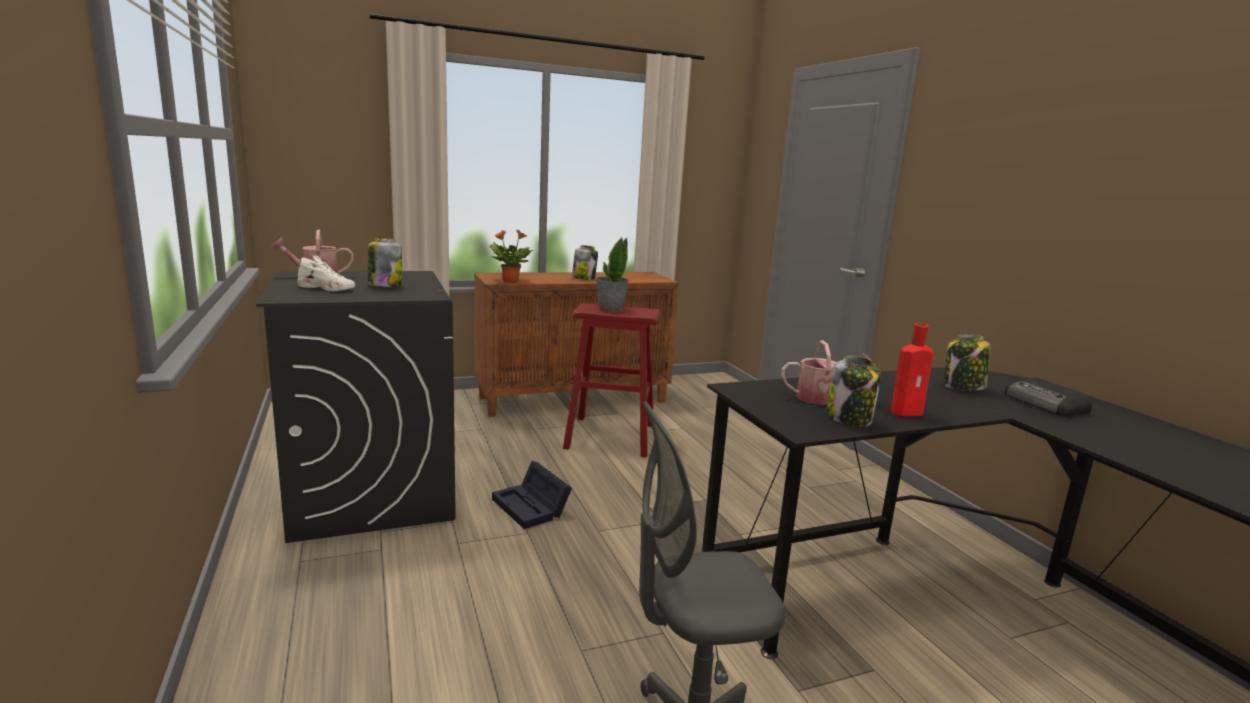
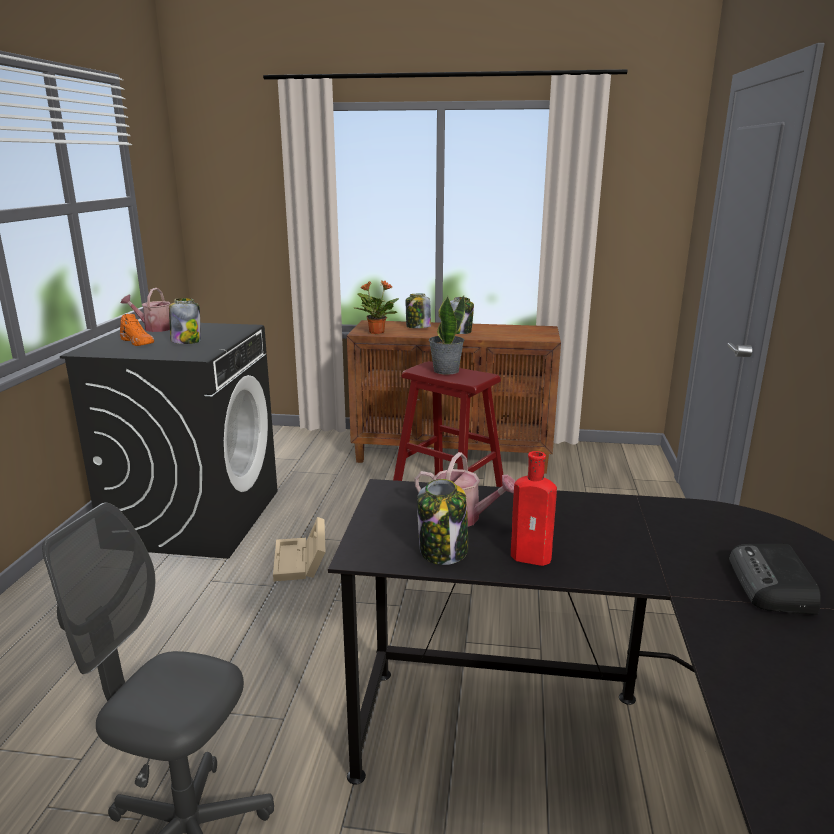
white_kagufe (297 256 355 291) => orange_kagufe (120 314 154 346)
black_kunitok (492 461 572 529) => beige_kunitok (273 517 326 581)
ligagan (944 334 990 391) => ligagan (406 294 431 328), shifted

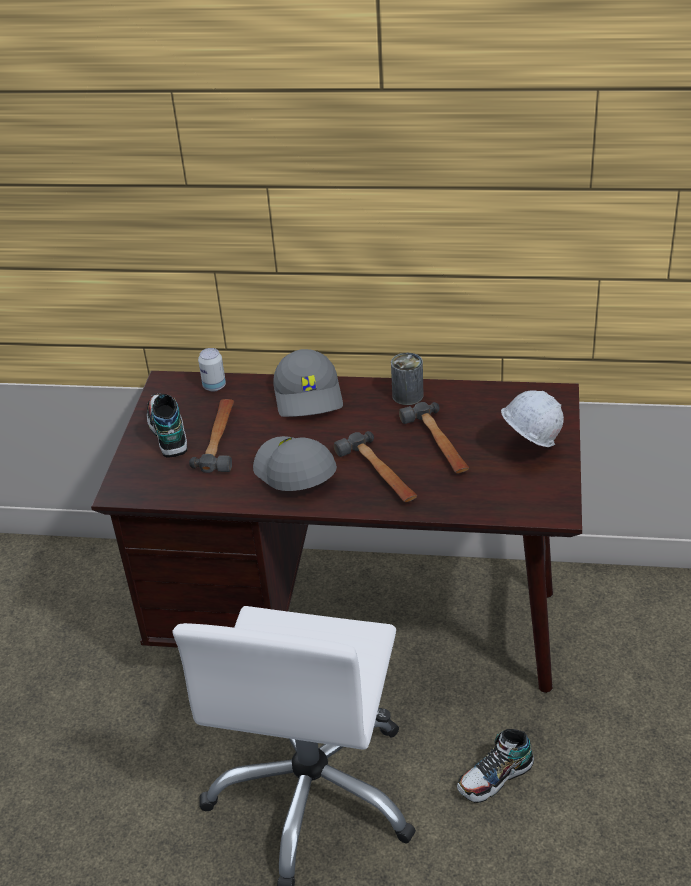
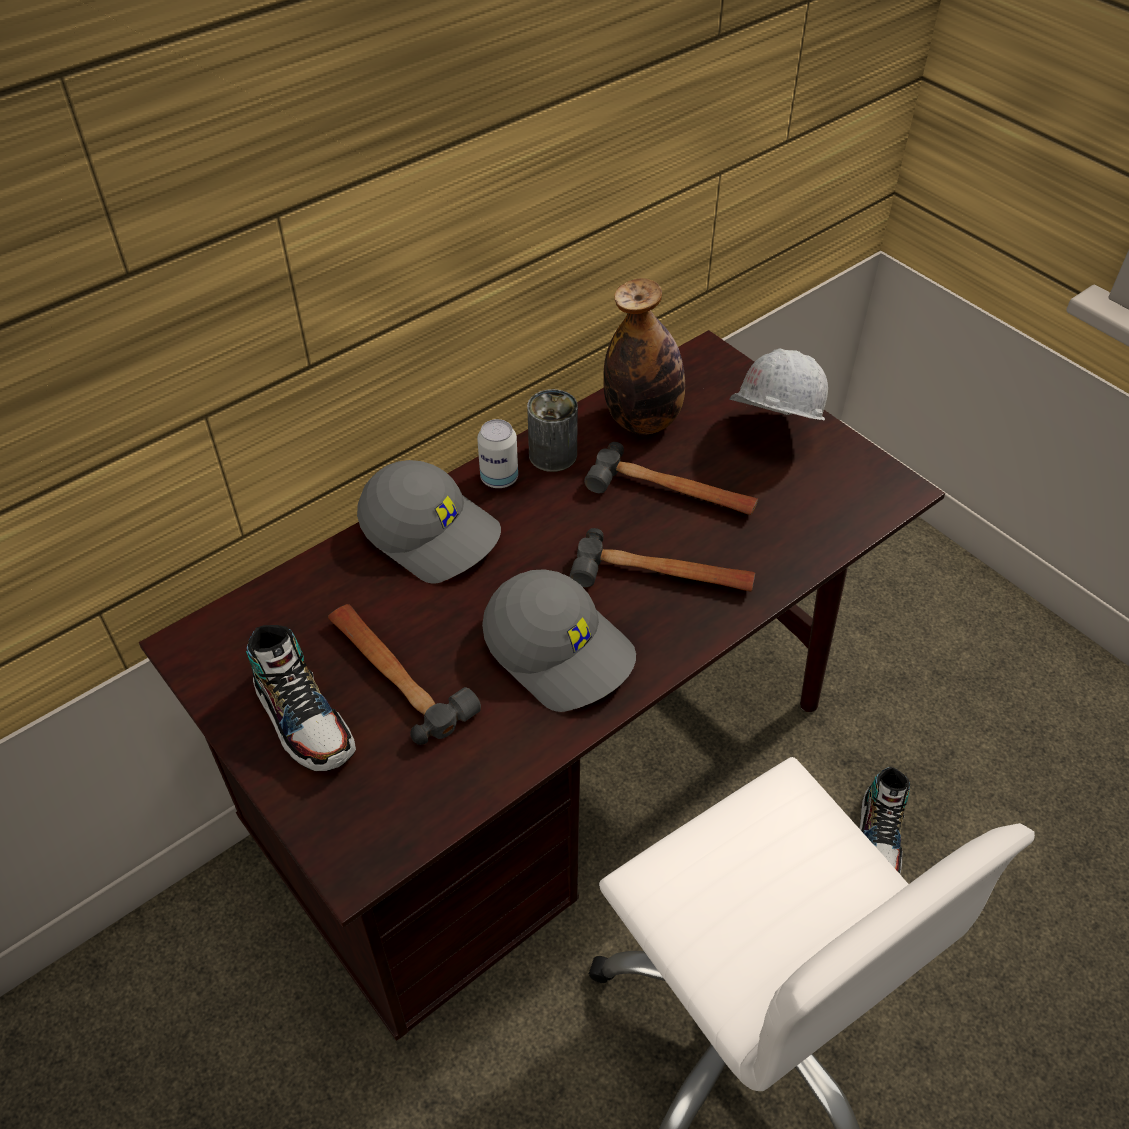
kagufe (147 393 187 457) => kagufe (246 625 356 771), 150 degrees counterclockwise
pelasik (198 348 226 392) => pelasik (477 419 518 488), shifted
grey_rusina (253 436 337 491) => grey_rusina (482 569 636 712), 150 degrees counterclockwise
nothing => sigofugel (603 278 685 434)

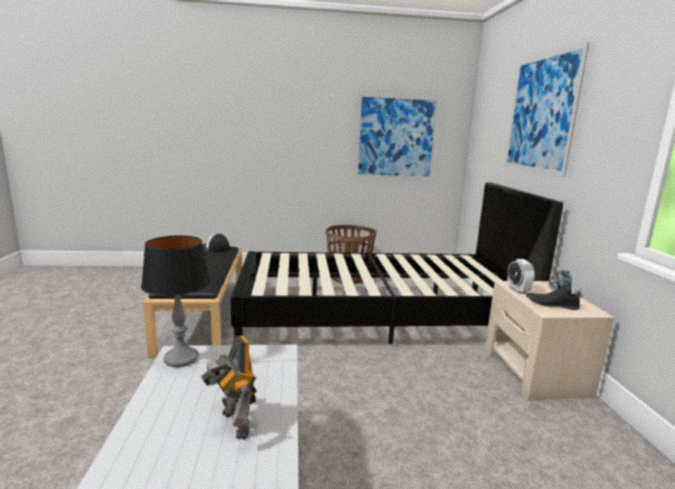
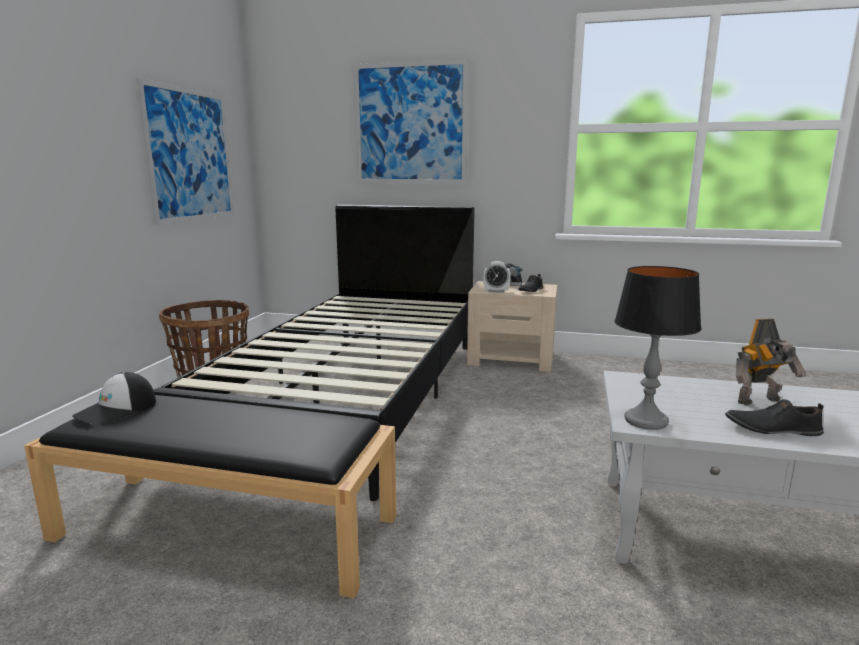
nothing => black_kagufe (725 399 824 436)

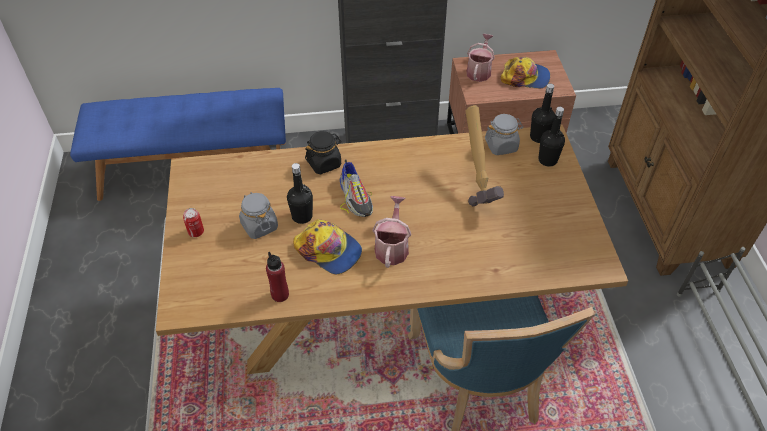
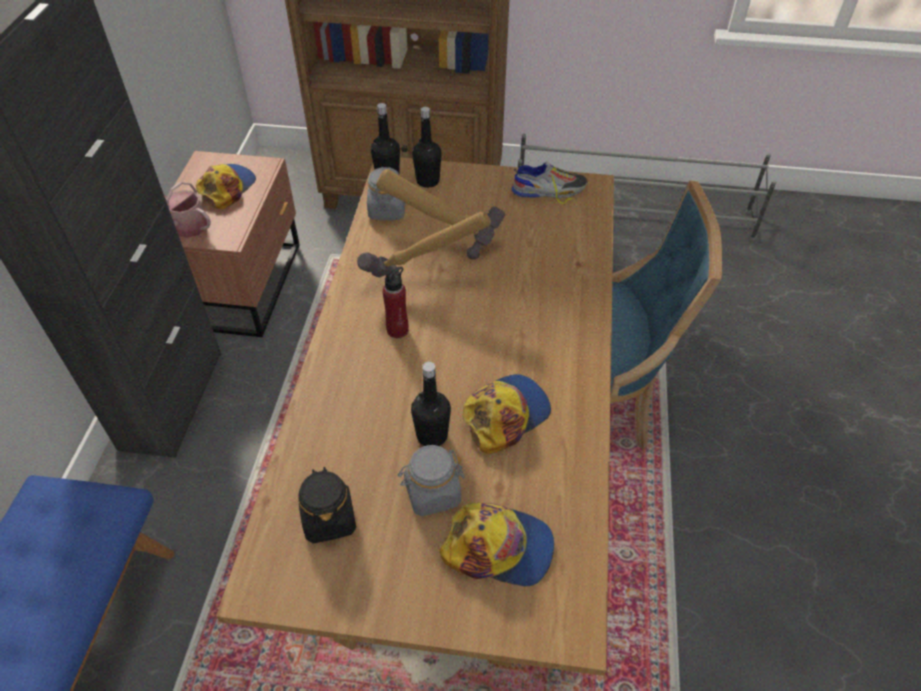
pelasik (183 208 204 237) => nothing
red_sigofugel (266 252 289 302) => red_sigofugel (382 266 409 338), shifted
black_ligagan (305 131 342 174) => black_ligagan (298 467 356 543), shifted
kagufe (339 160 373 217) => kagufe (512 162 587 204), shifted
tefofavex (372 196 411 268) => nothing
nothing => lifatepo (357 212 491 277)
nothing => rusina (440 503 554 586)

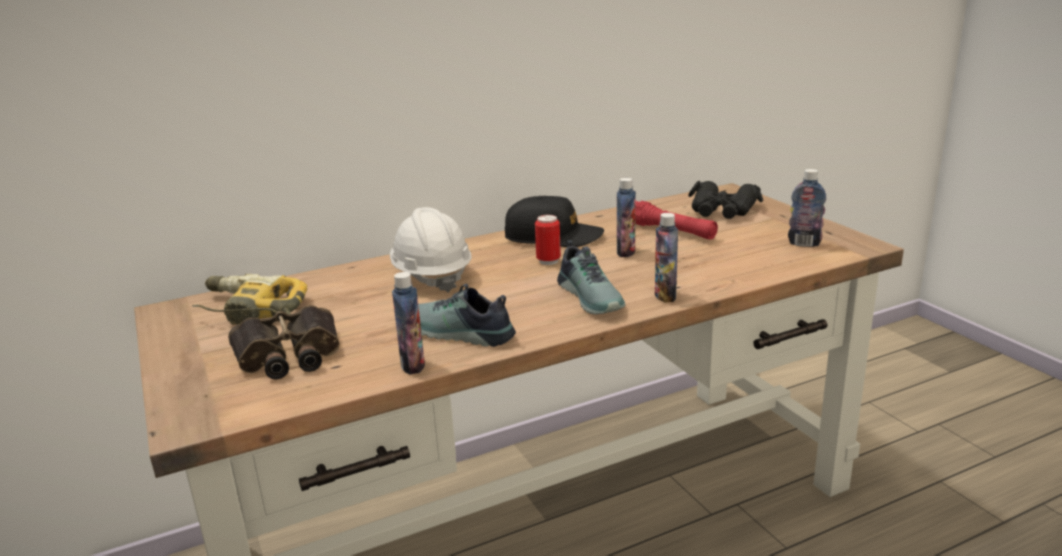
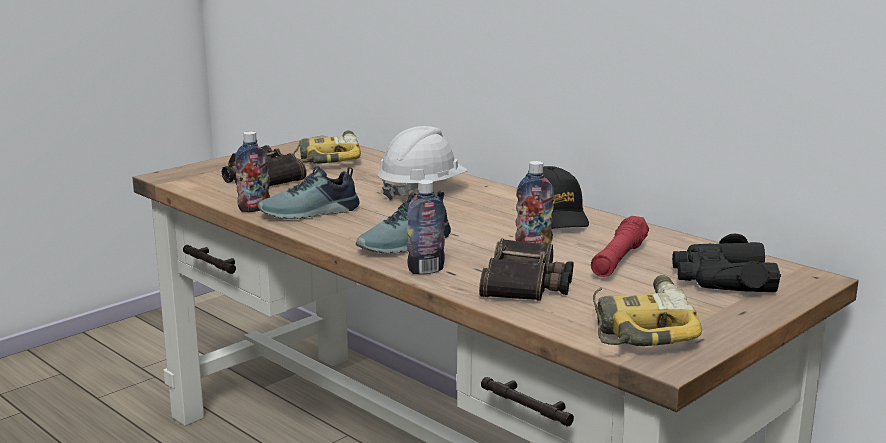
kagufe (418 284 516 347) => kagufe (258 166 360 219), 120 degrees counterclockwise
pelasik (535 215 561 265) => nothing
sigofugel (788 169 826 247) => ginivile (593 275 702 346)
nothing => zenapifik (479 238 574 301)

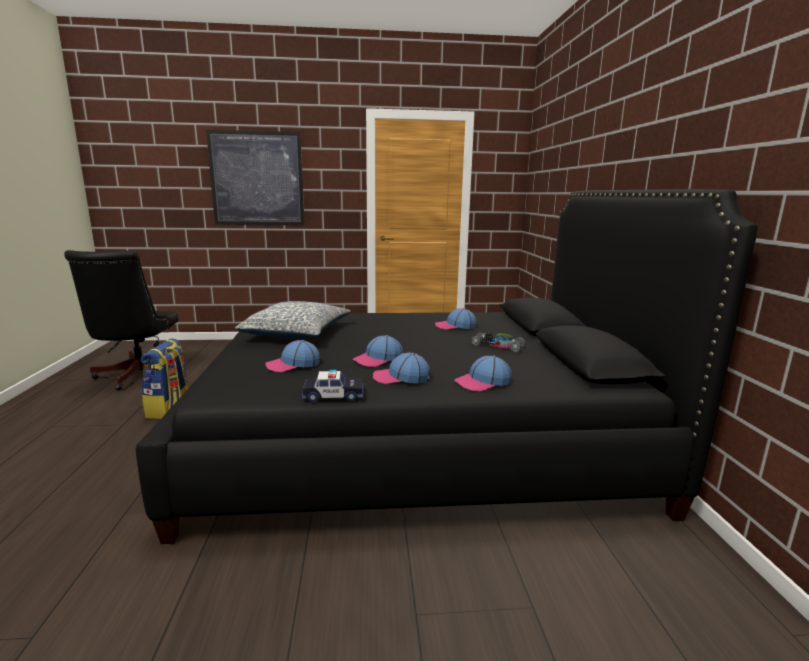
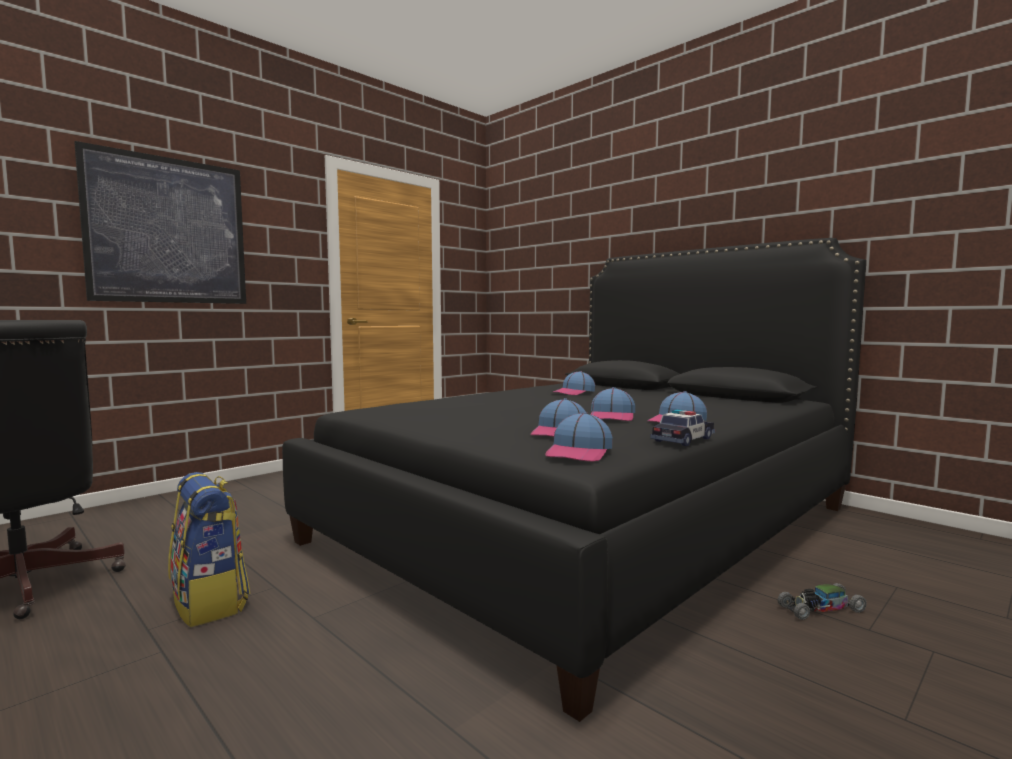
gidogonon (235 301 350 338) => nothing
rusina (454 355 512 392) => rusina (545 412 613 462), shifted
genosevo (471 332 525 353) => genosevo (778 583 867 620), shifted

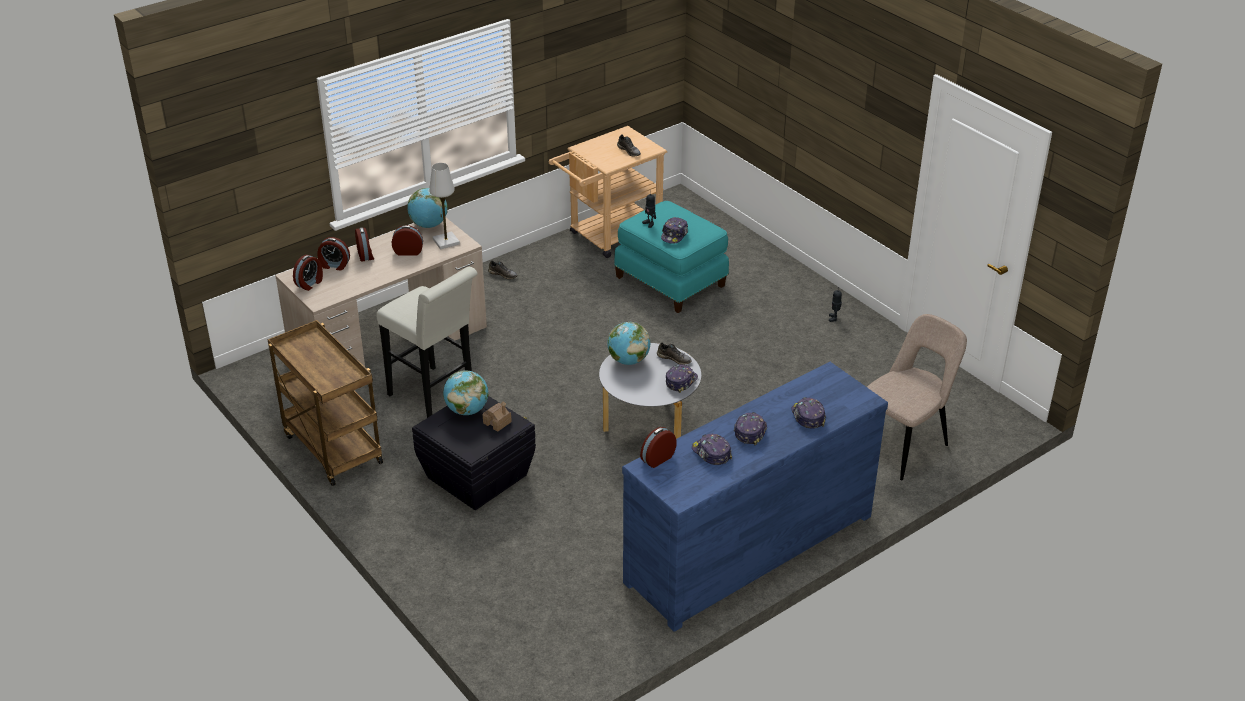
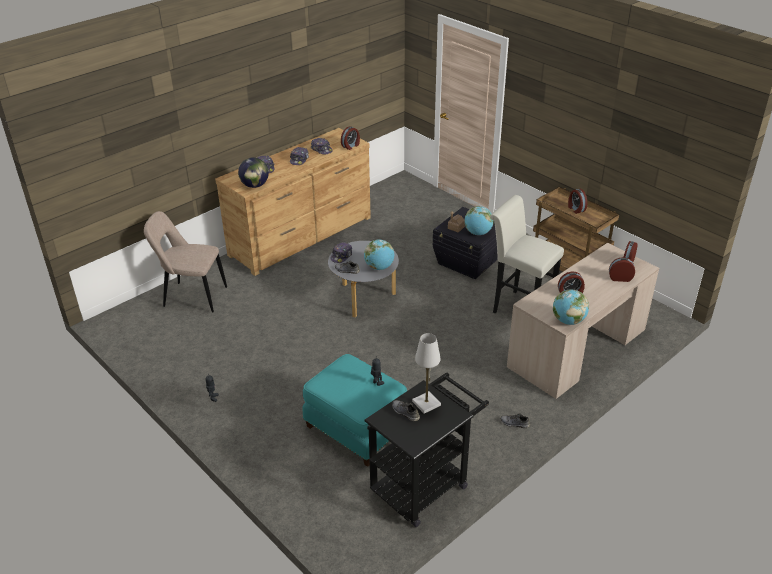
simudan (355 228 374 261) => simudan (568 189 587 214), shifted
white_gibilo (429 163 460 250) => white_gibilo (412 333 441 414), shifted
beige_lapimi (549 126 667 258) => black_lapimi (364 373 489 527)
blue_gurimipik (622 362 888 632) => brown_gurimipik (215 128 371 276)
rusina (661 217 688 244) => nothing
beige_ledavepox (867 314 967 480) => beige_ledavepox (144 211 227 313), 60 degrees clockwise
nothing => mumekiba (238 157 269 188)

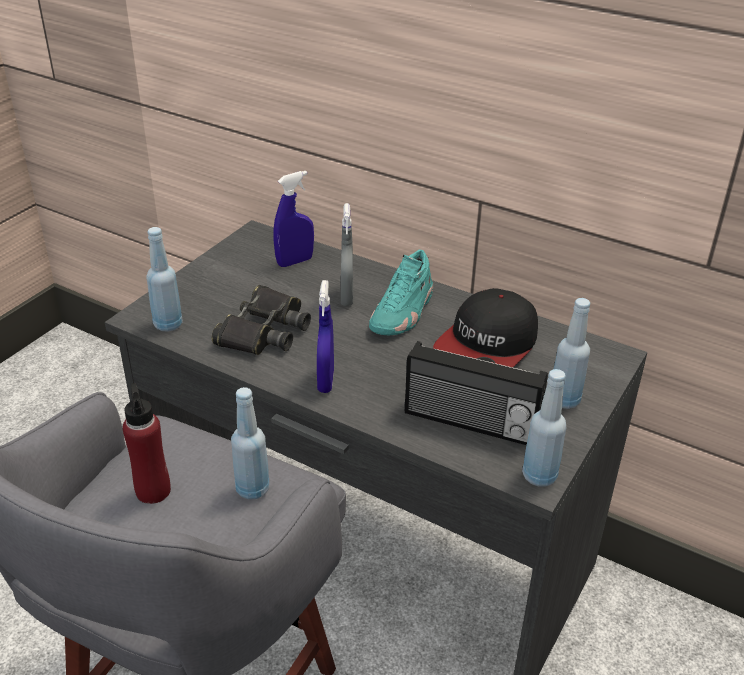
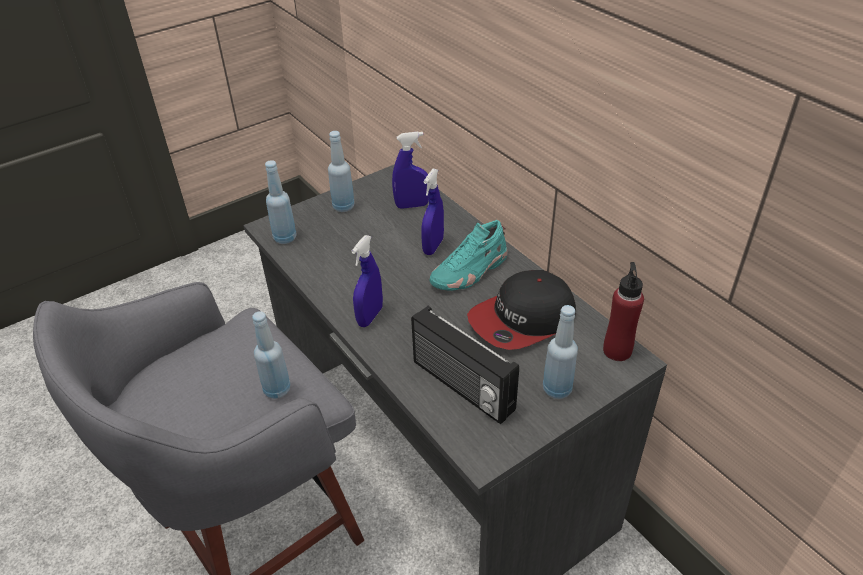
red_sigofugel (122 383 171 504) => red_sigofugel (603 262 644 361), shifted
black_zenapifik (212 285 311 355) => nothing
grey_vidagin (341 203 353 306) => blue_vidagin (421 169 444 255)
blue_sigofugel (522 369 566 487) => blue_sigofugel (328 131 355 212), shifted

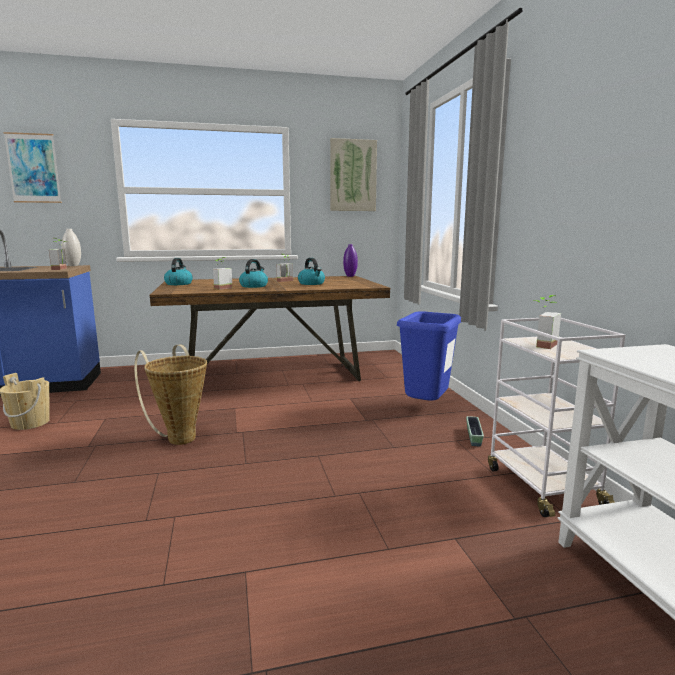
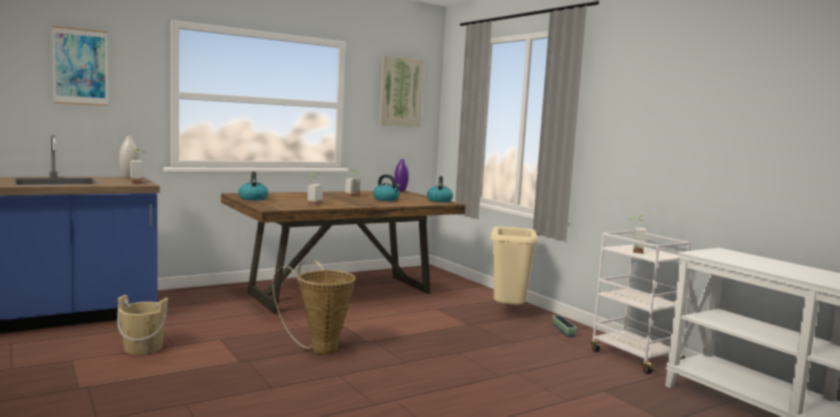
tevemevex (239 259 268 288) => tevemevex (427 176 453 202), shifted
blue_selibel (397 311 461 401) => beige_selibel (490 226 538 305)

